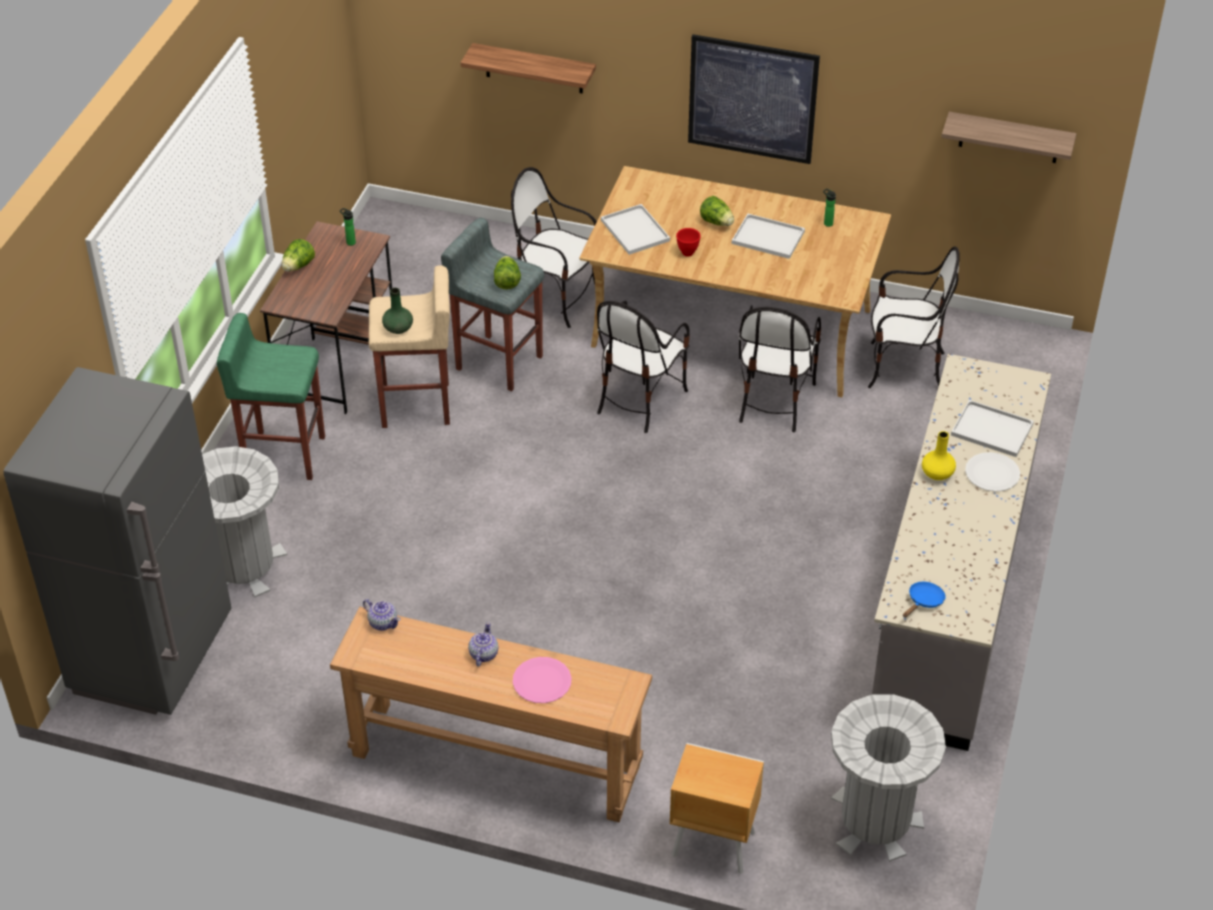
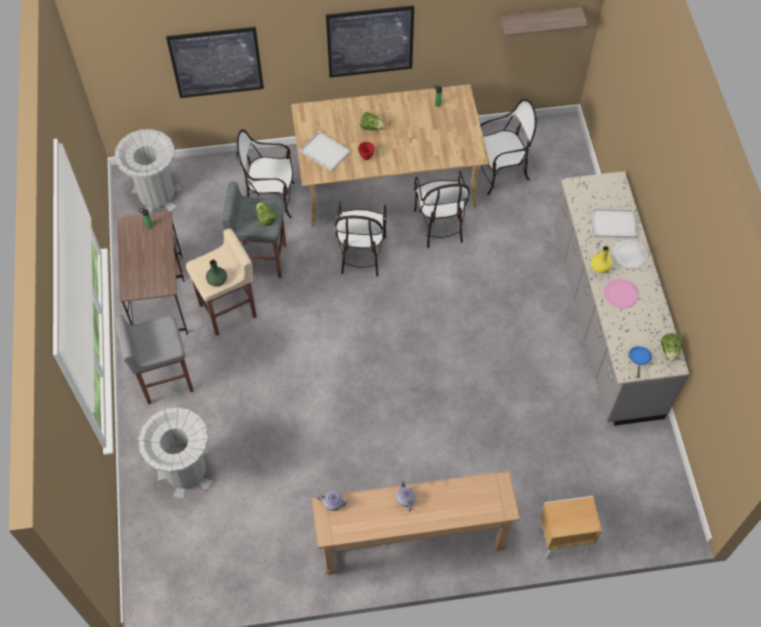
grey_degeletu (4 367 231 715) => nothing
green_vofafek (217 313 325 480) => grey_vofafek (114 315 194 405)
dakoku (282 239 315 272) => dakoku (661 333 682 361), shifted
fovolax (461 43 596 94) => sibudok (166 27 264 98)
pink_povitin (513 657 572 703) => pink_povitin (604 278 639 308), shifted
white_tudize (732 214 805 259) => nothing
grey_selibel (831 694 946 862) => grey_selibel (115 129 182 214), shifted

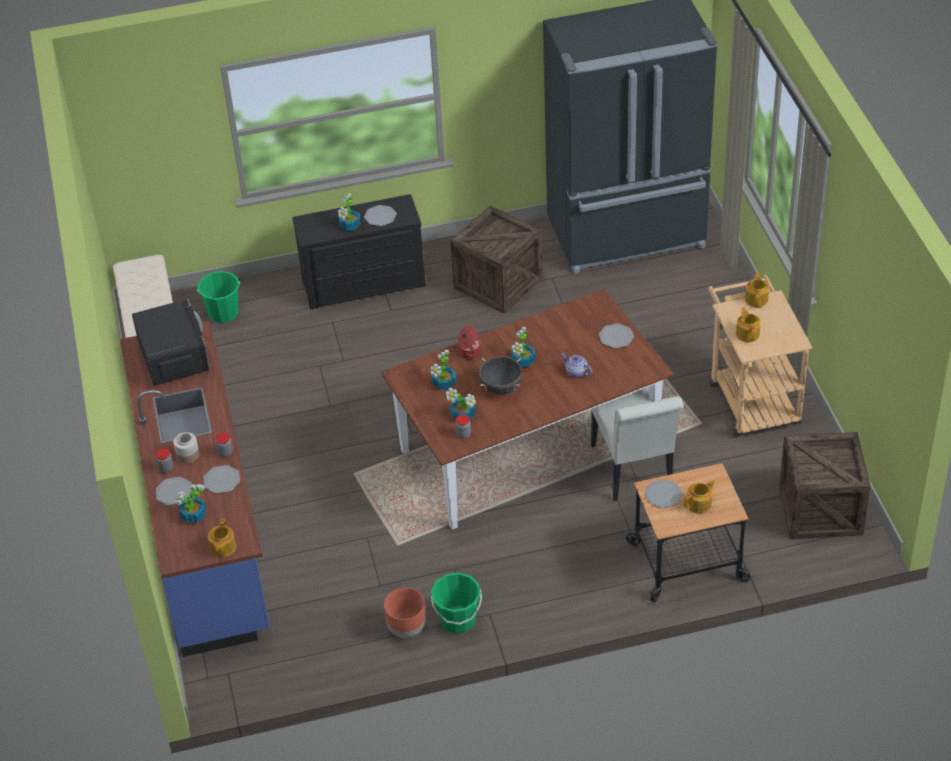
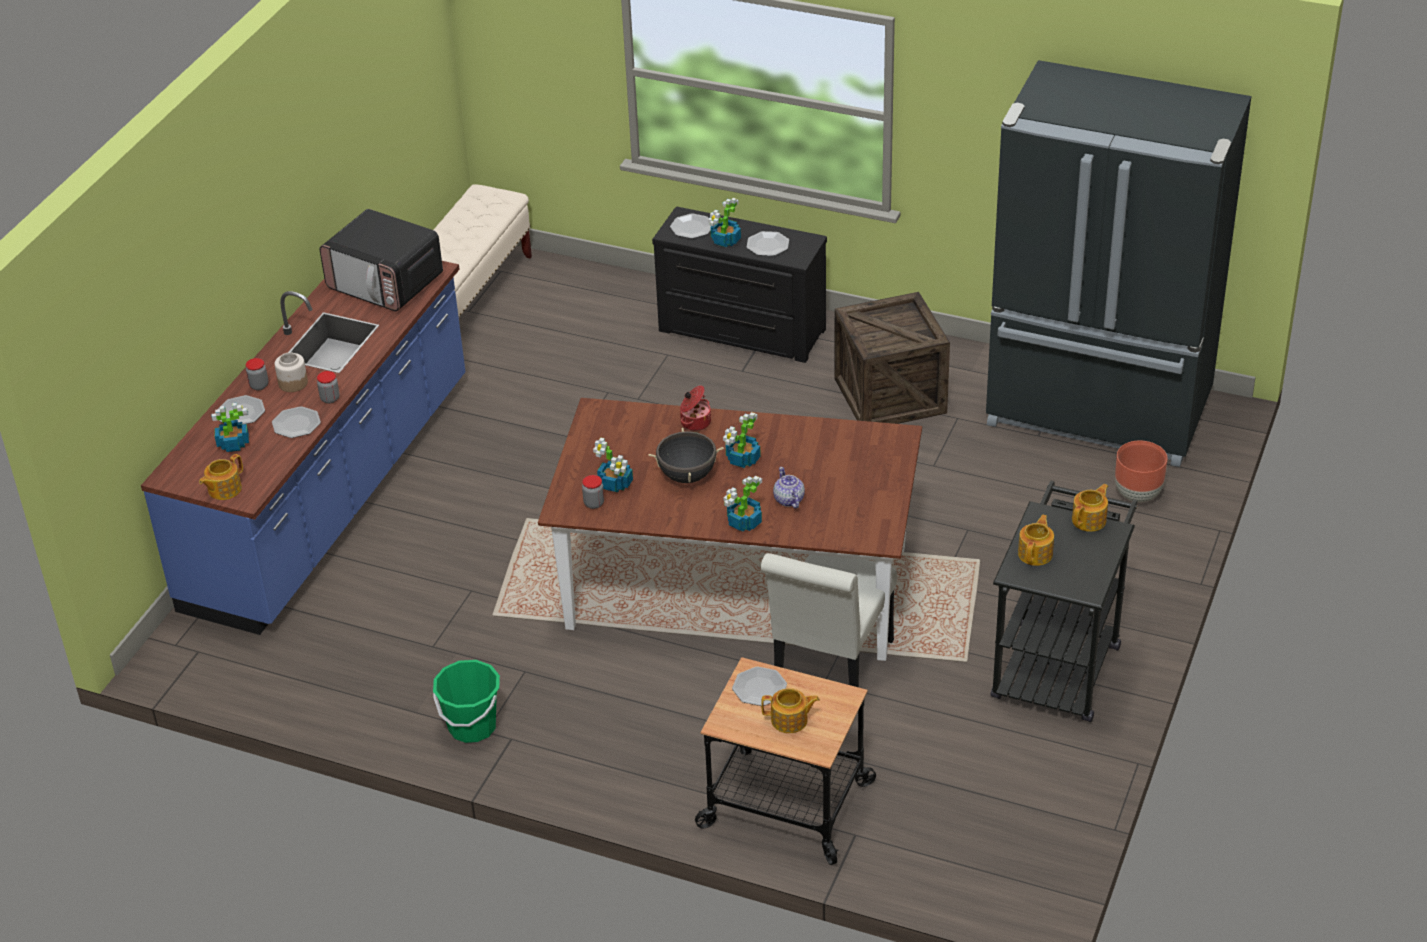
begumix (132 299 211 386) => begumix (320 209 443 311), 105 degrees clockwise
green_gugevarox (197 271 240 323) => nothing
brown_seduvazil (384 588 426 638) => brown_seduvazil (1115 441 1168 502), shifted
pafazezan (431 350 456 390) => pafazezan (724 476 762 532), shifted
povitin (599 323 634 348) => povitin (670 213 711 239), shifted
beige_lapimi (709 275 813 437) => black_lapimi (990 481 1137 722)
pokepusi (779 432 871 539) => nothing

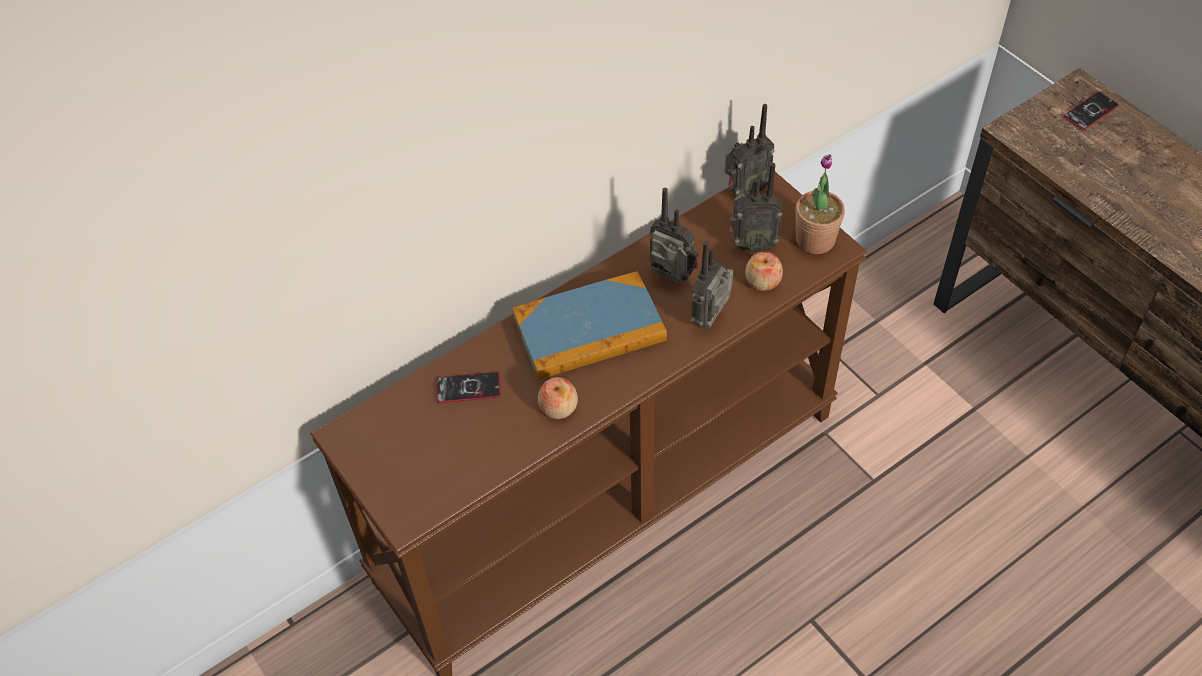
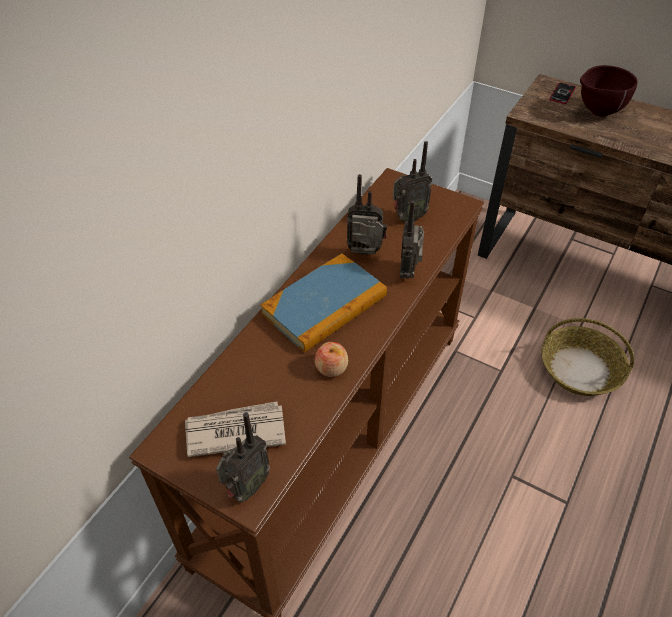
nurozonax (436 372 501 403) => nothing
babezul (725 104 775 197) => babezul (216 412 270 502), shifted
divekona (745 252 783 291) => nothing
pafazezan (795 154 845 254) => nothing
nothing => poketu (185 401 286 457)
nothing => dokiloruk (541 318 634 396)
nothing => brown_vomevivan (580 65 638 117)

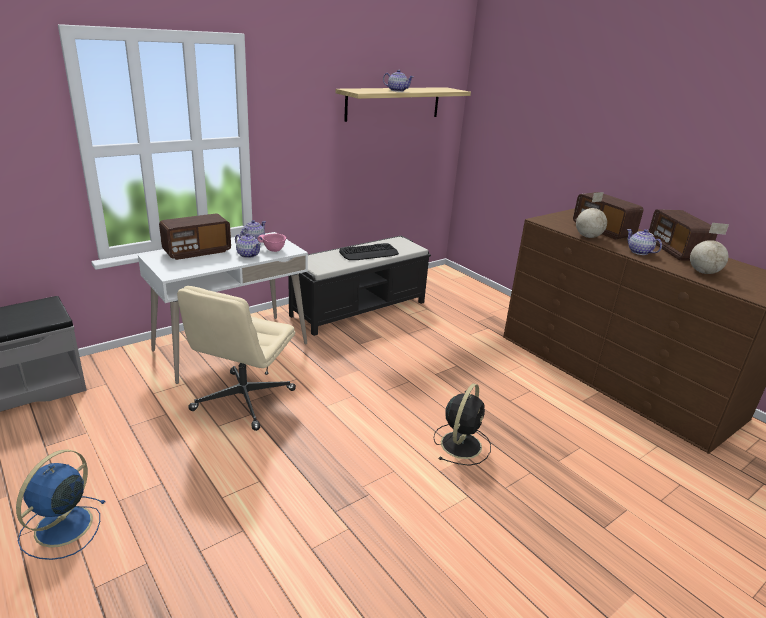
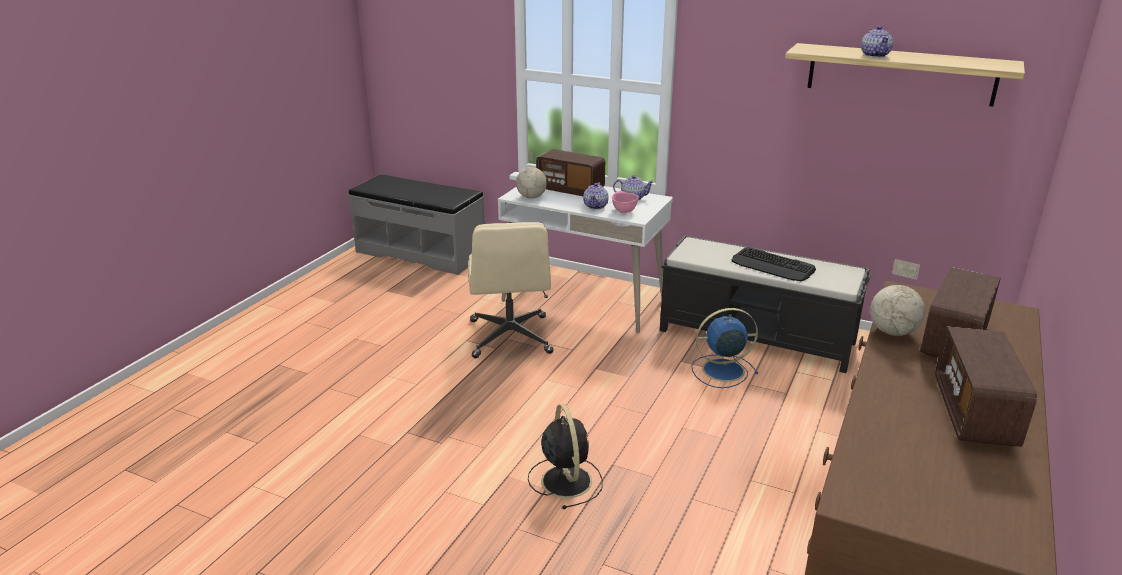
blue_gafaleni (16 449 105 560) => blue_gafaleni (692 308 758 388), shifted
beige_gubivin (177 286 296 431) => beige_gubivin (468 222 553 358), 90 degrees counterclockwise
black_gafaleni (434 383 491 466) => black_gafaleni (528 404 603 509), 105 degrees counterclockwise
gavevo (627 229 662 255) => nothing
babezul (648 209 718 261) => babezul (935 327 1037 447), 45 degrees counterclockwise
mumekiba (690 223 729 274) => mumekiba (516 150 547 199), shifted

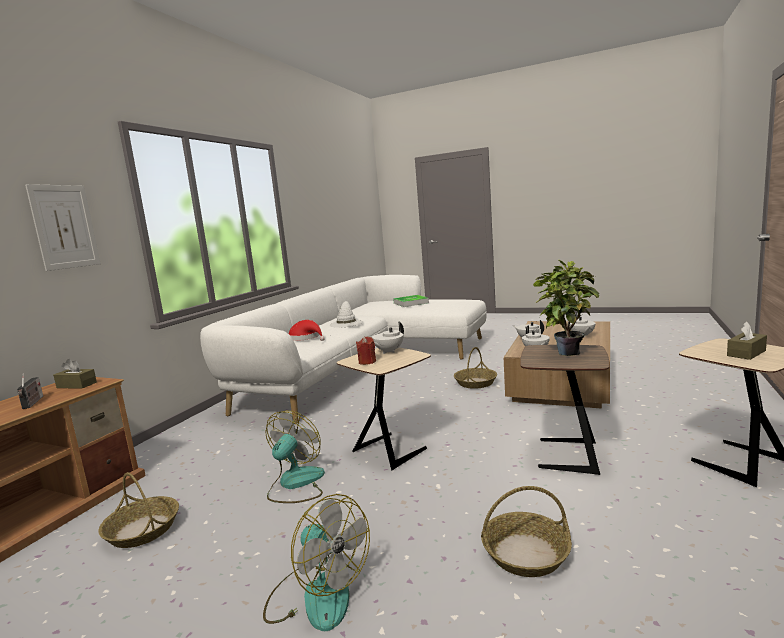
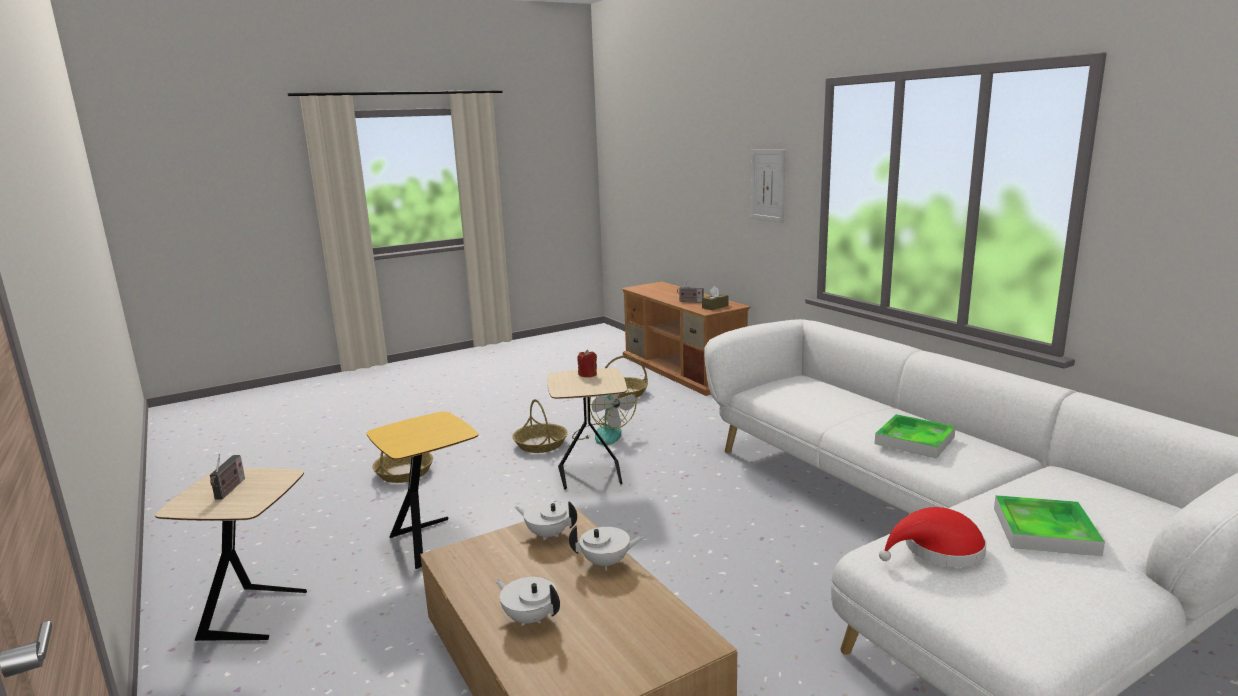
gafaleni (263 494 370 631) => nothing
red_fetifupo (288 320 325 341) => red_fetifupo (879 507 986 567), shifted
white_fetifupo (330 301 363 328) => tudize (875 414 956 458)
white_gavevo (372 321 404 354) => nothing
dokiloruk (454 347 497 389) => dokiloruk (512 399 568 453), shifted
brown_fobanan (520 345 609 475) => yellow_fobanan (366 411 478 569)
pafazezan (533 260 599 356) => nothing
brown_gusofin (727 322 767 360) => babezul (210 454 245 500)

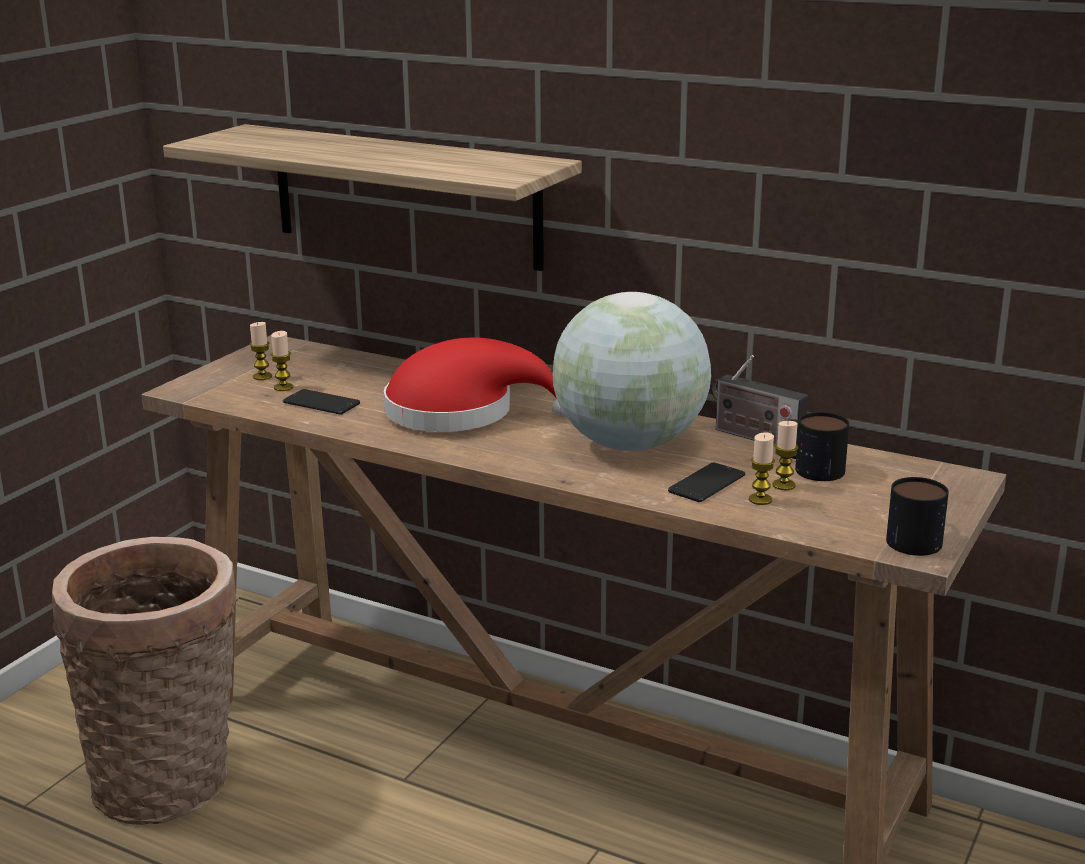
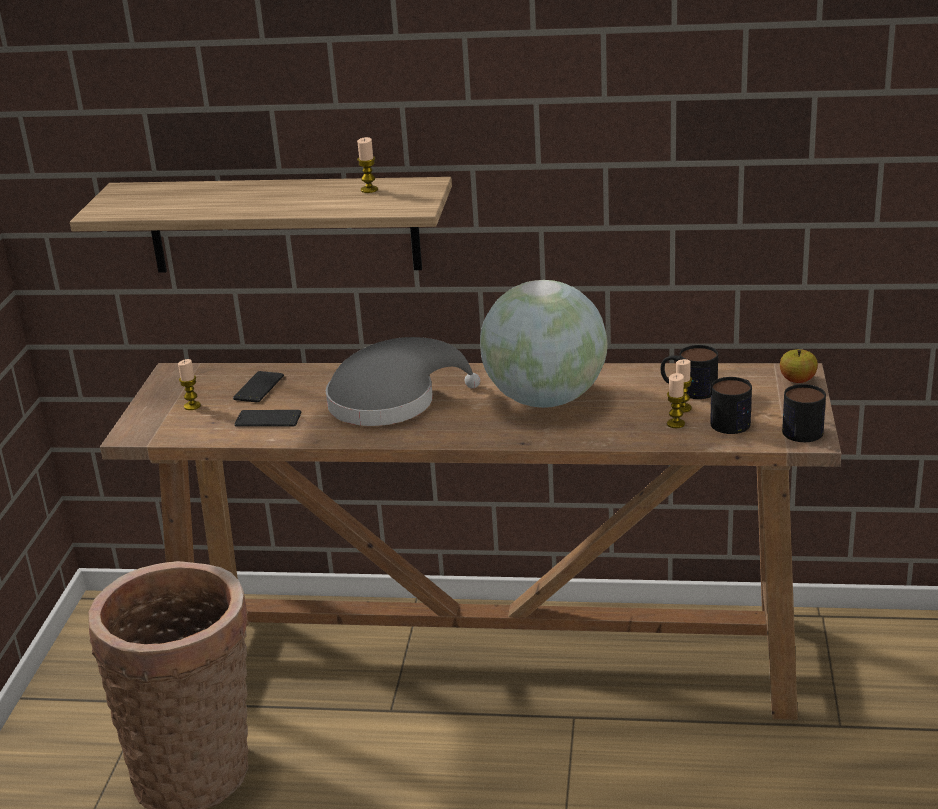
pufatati (271 331 293 391) => pufatati (357 137 378 193), shifted
red_fetifupo (384 337 566 432) => grey_fetifupo (326 337 480 426)
nurozonax (668 463 745 502) => nurozonax (233 371 284 403), shifted
babezul (711 355 808 446) => nothing
nothing => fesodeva (710 377 752 434)
nothing => divekona (780 349 818 383)

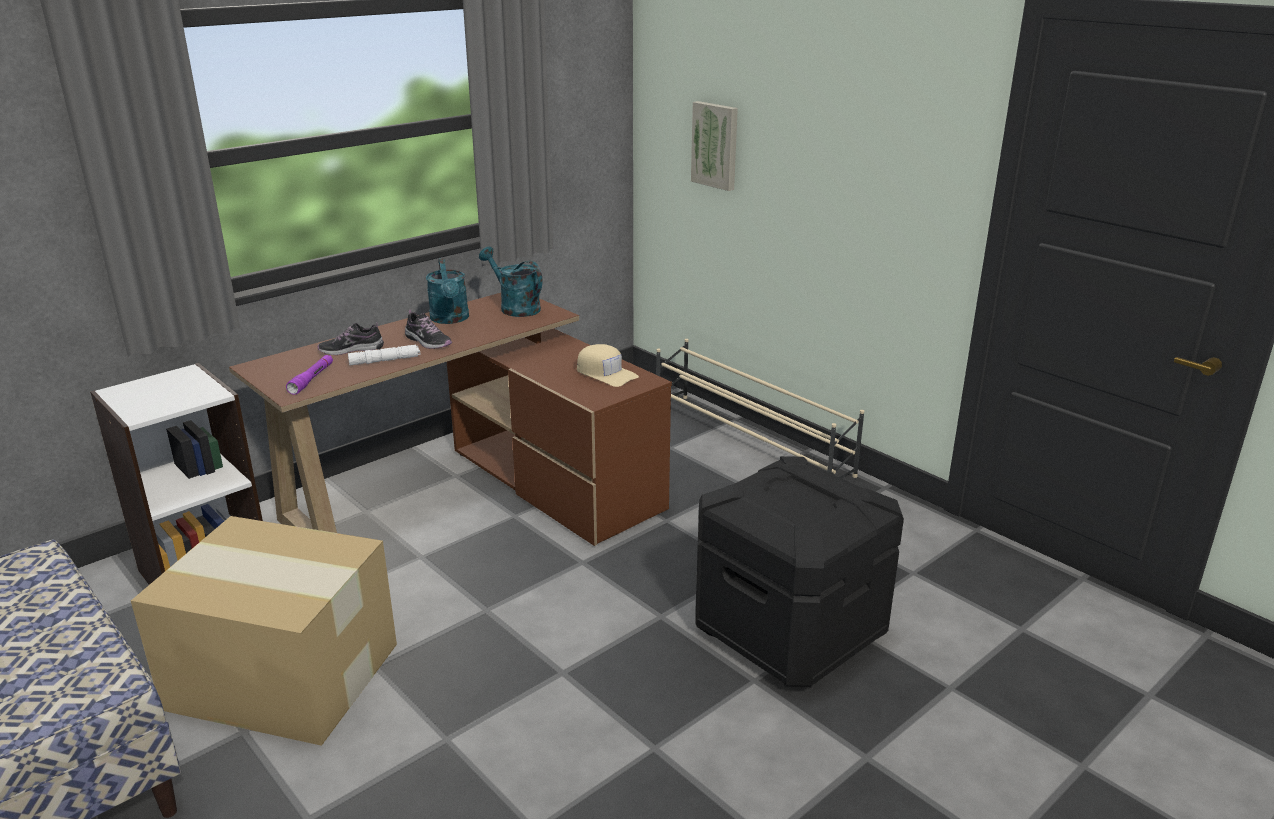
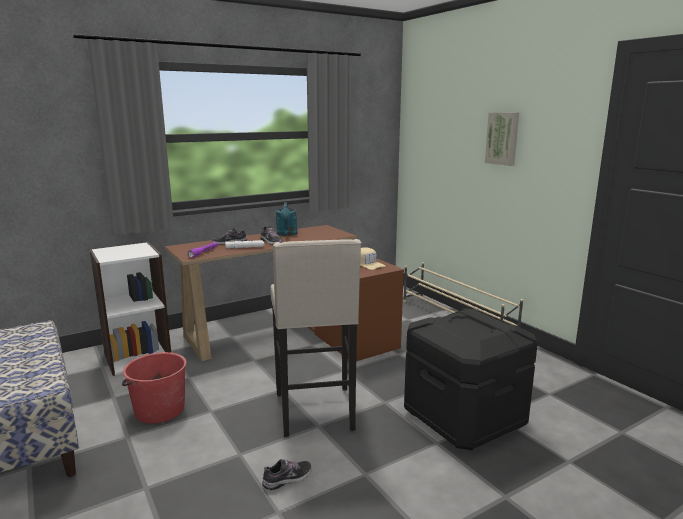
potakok (131 516 397 746) => red_gugevarox (122 352 187 424)
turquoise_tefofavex (479 247 543 317) => nothing
sibudok (691 101 738 191) => sibudok (485 112 519 166), shifted
nothing => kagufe (262 459 312 490)
nothing => beige_vofafek (270 239 361 437)

